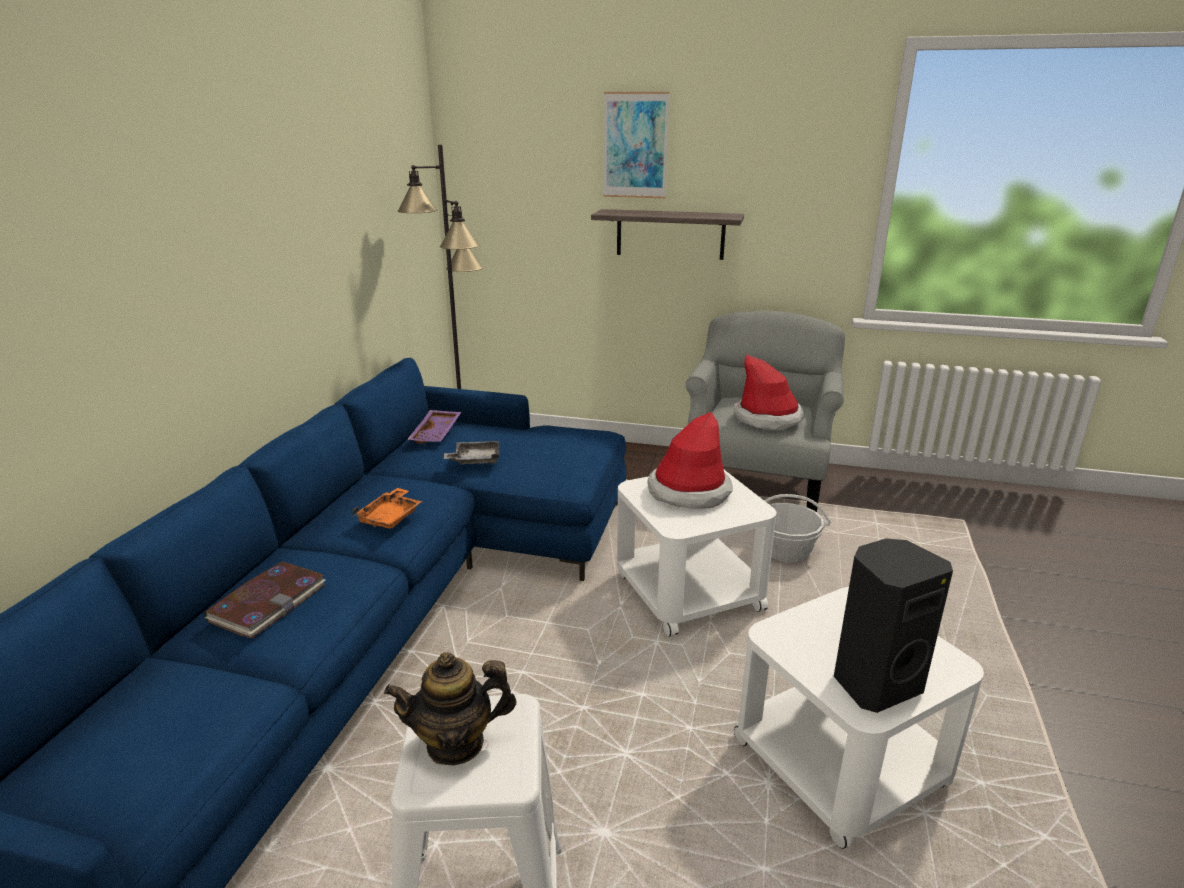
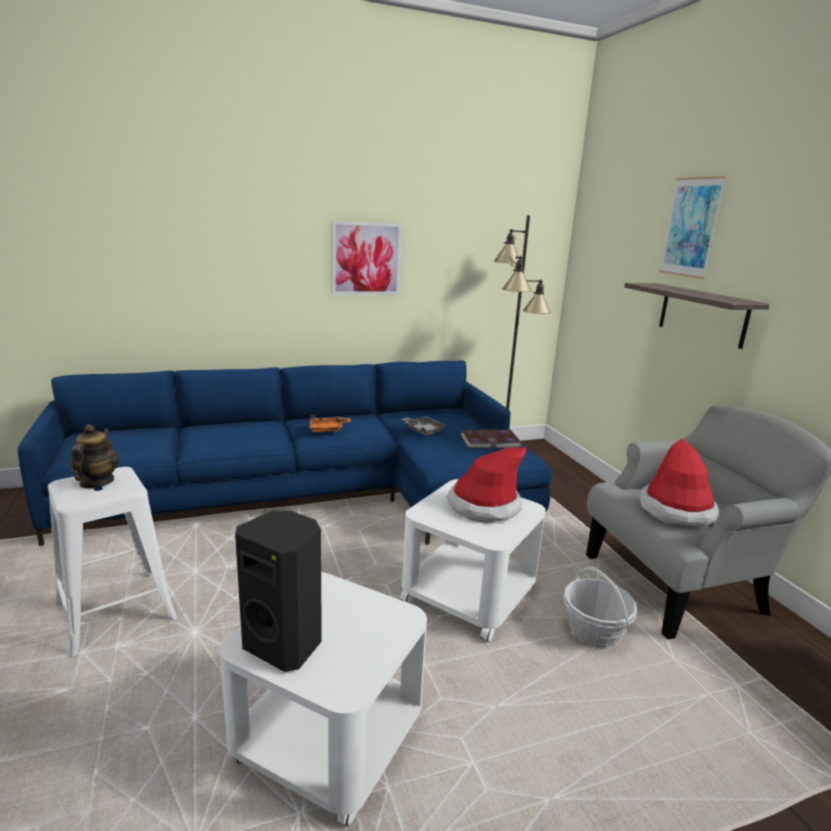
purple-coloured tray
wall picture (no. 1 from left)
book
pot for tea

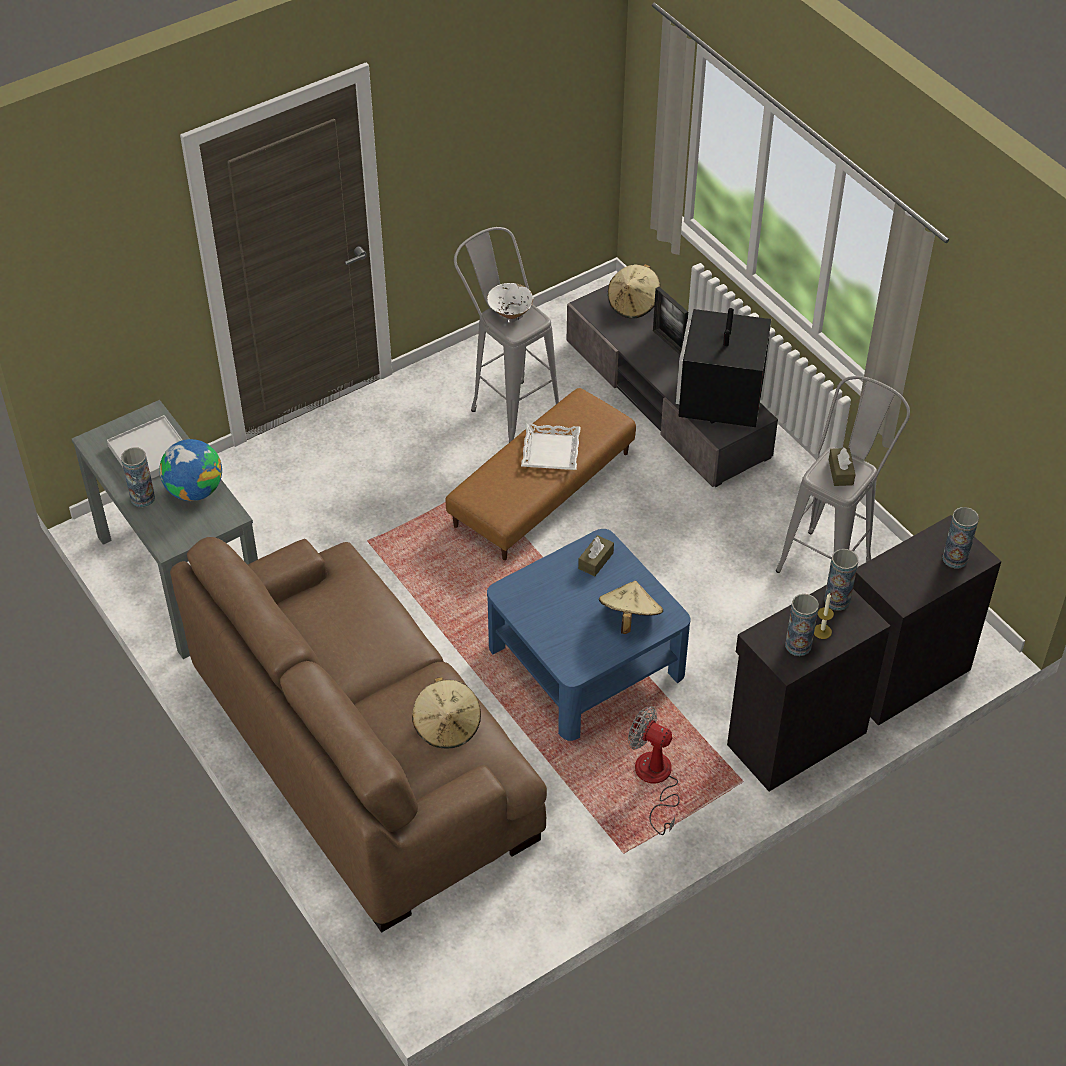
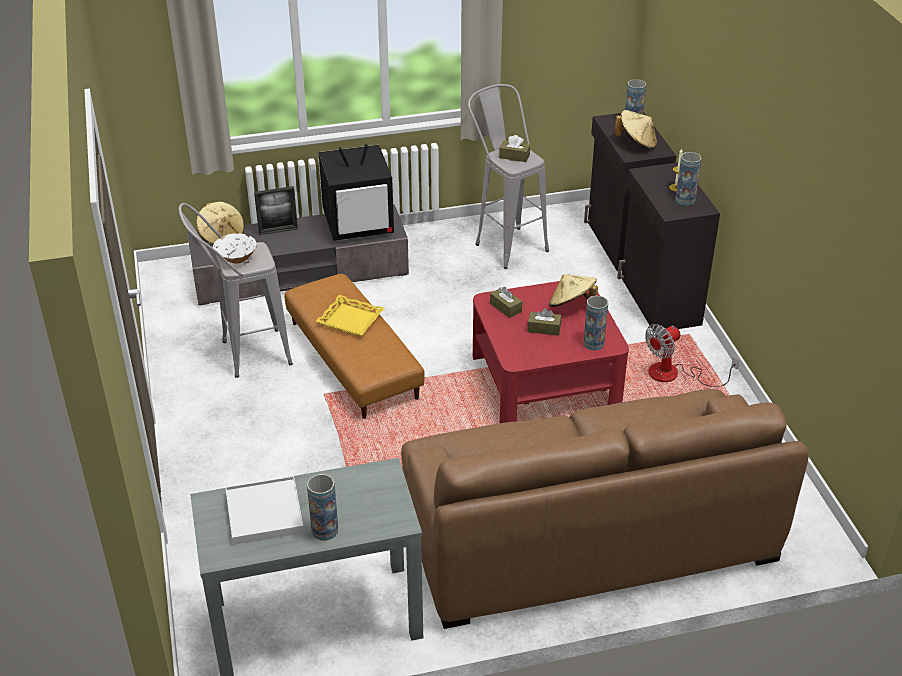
world globe
brown-coloured tissue box (no. 3 from left)
beige-coloured hat (no. 3 from left)
decorative vase (no. 2 from left)
reddish coffee table
yellow tray
TV set

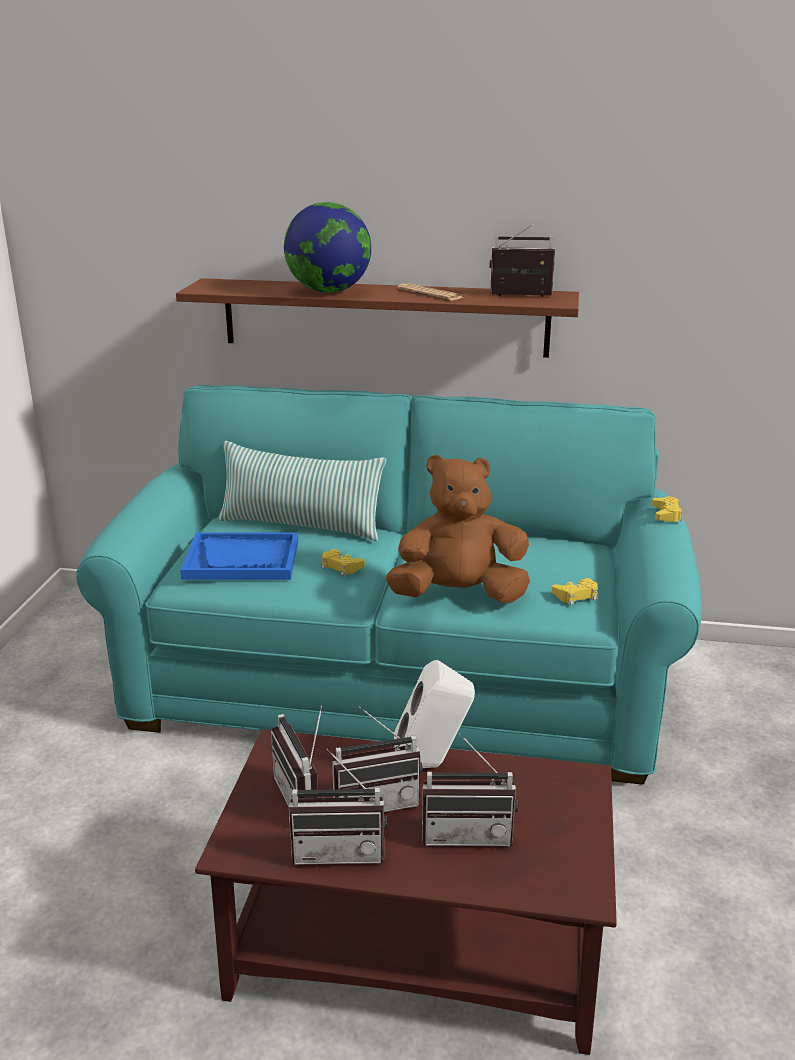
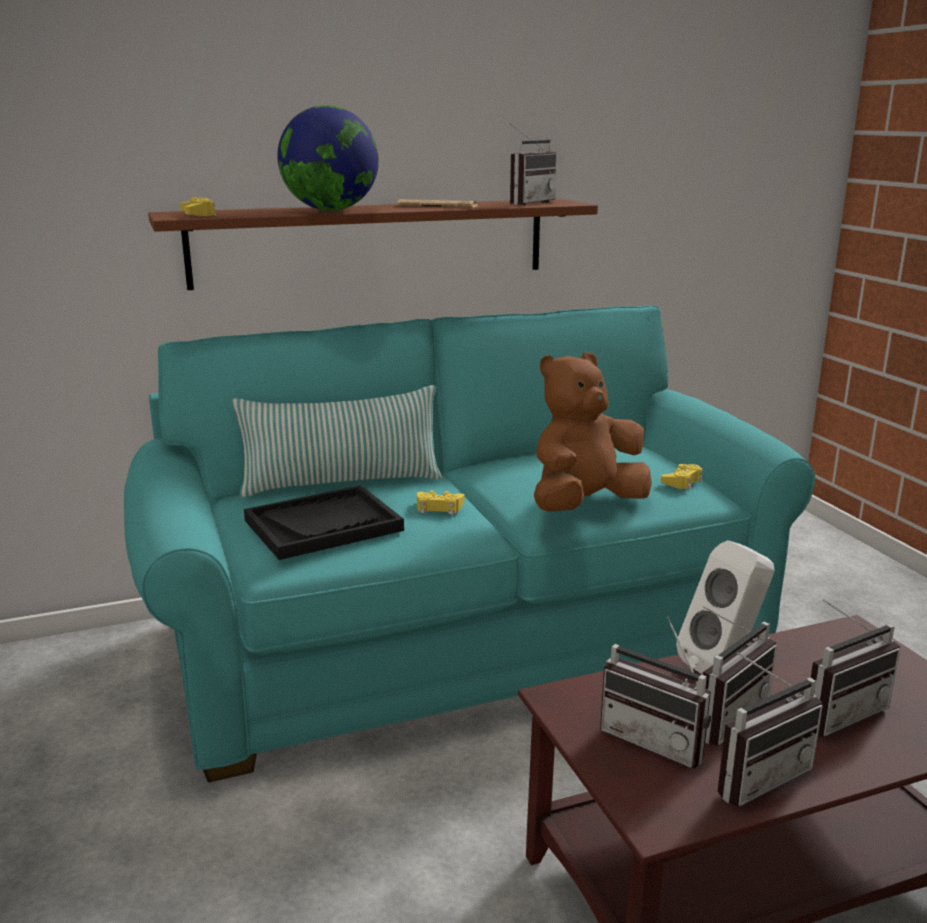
yellow joypad (no. 1 from left)
black-coloured tray
radio receiver (no. 1 from left)

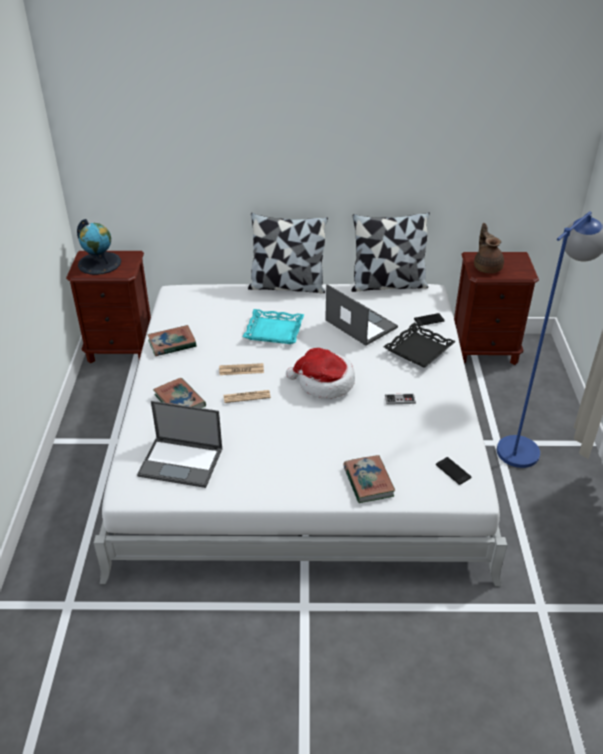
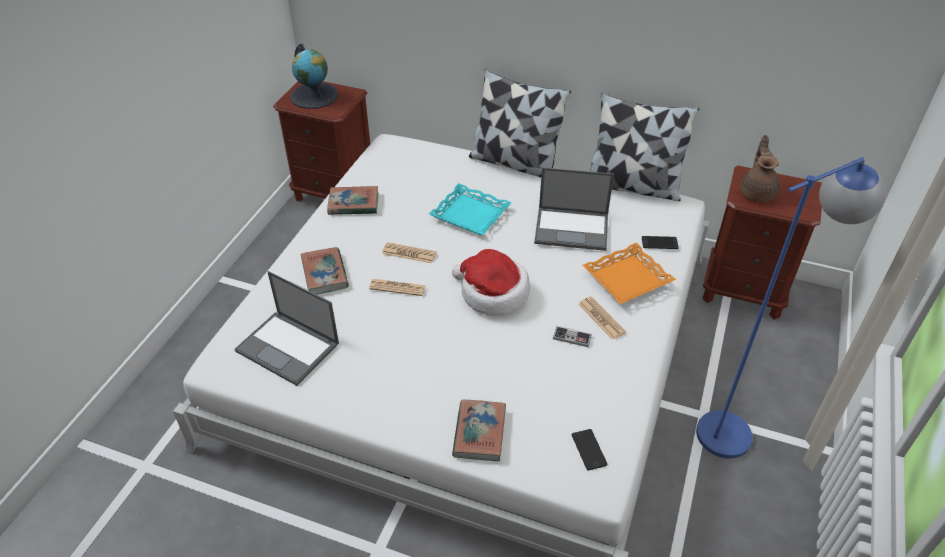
newspaper (no. 3 from left)
orangey tray
portable computer (no. 2 from left)

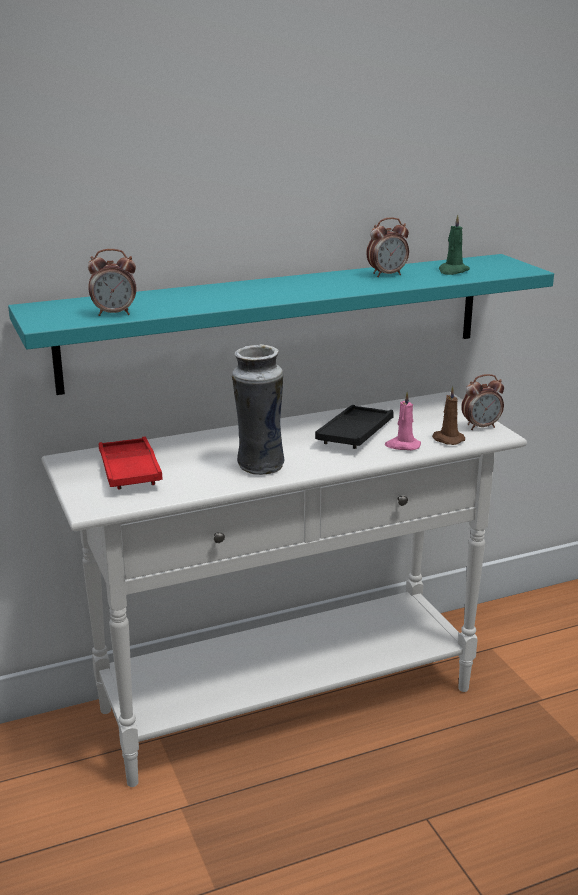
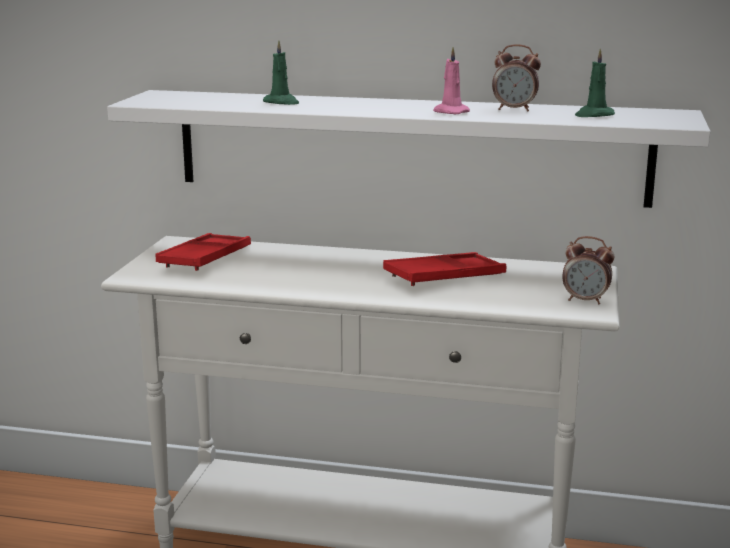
table clock (no. 1 from left in the first image)
decorative vase
brown-coloured wax light
green wax light (no. 1 from left)
pink wax light
white bracket shelf
reddish tray (no. 2 from left)

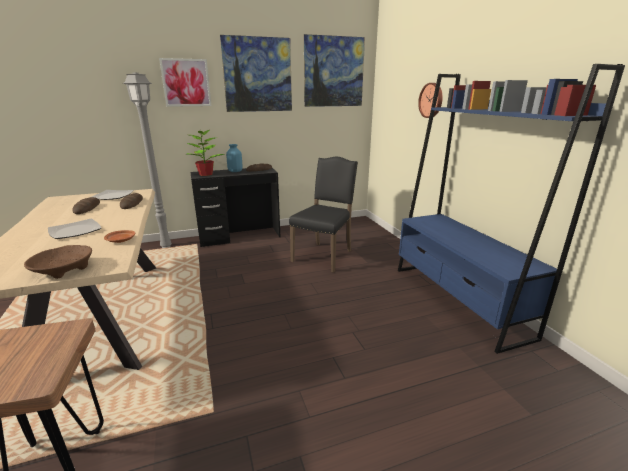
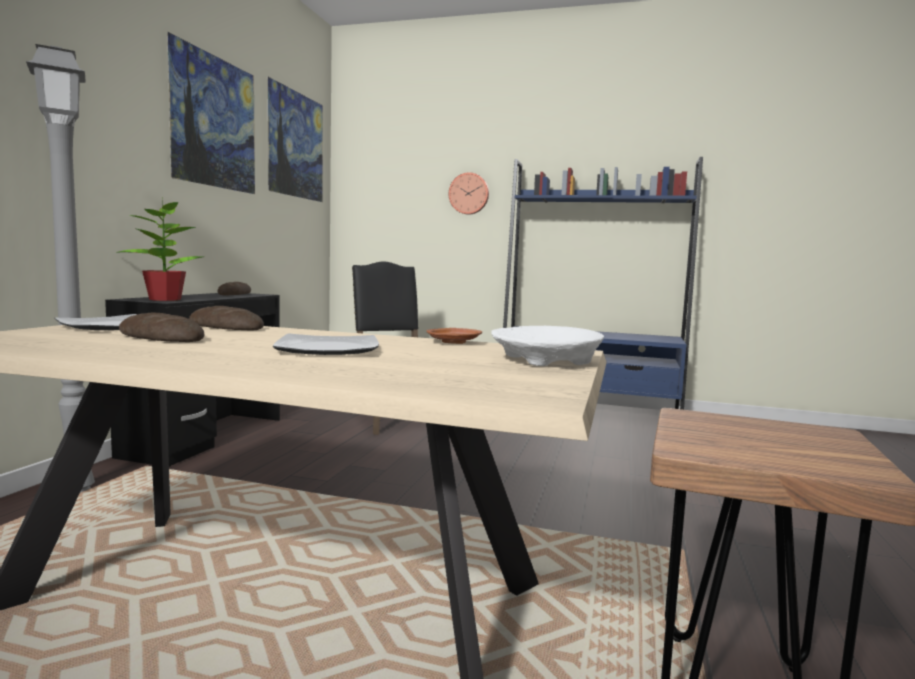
wall picture (no. 1 from left in the first image)
blue-coloured decorative vase
white bowl

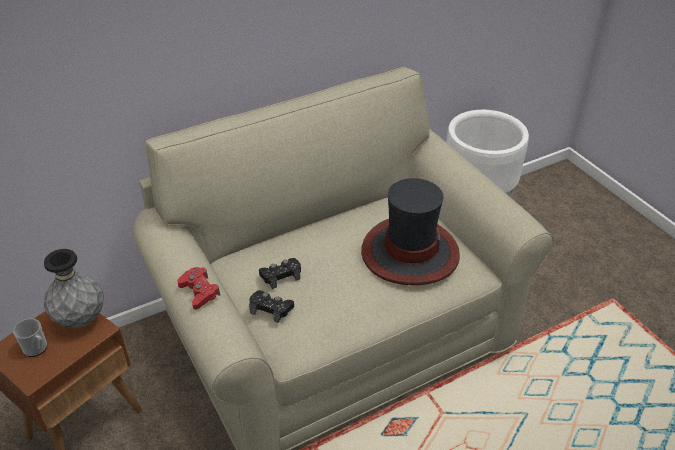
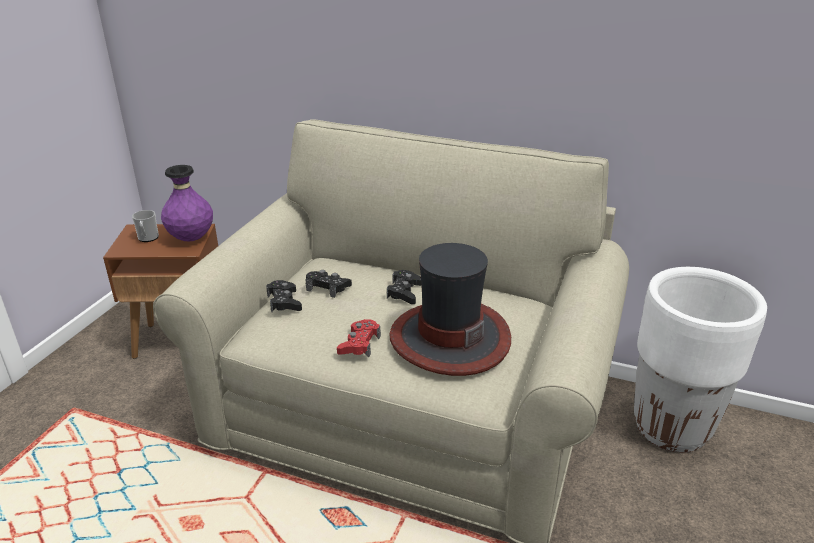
black-coloured joypad (no. 3 from left)
reddish joypad
purple-coloured decorative vase

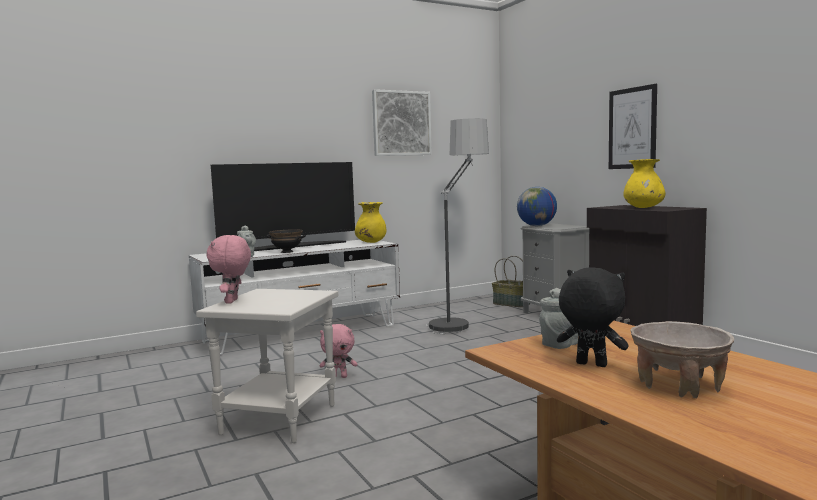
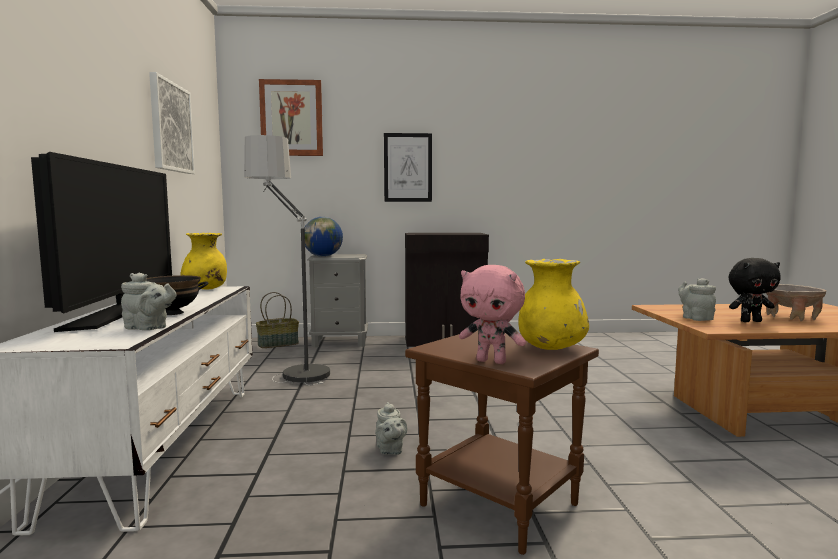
wall picture (no. 2 from left)
yellow decorative vase (no. 2 from left)
grey pot for tea (no. 2 from left)
brown-coloured side table
black-coloured cuddly toy

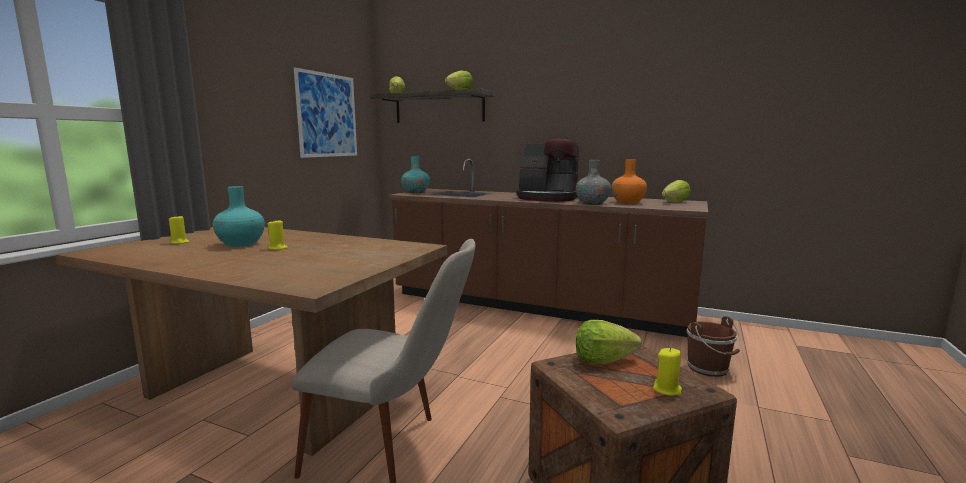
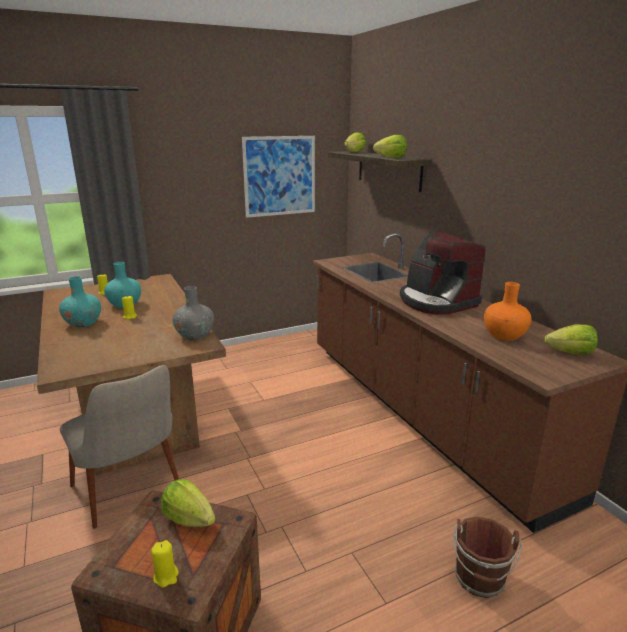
turquoise-coloured decorative vase (no. 1 from left)
grey decorative vase

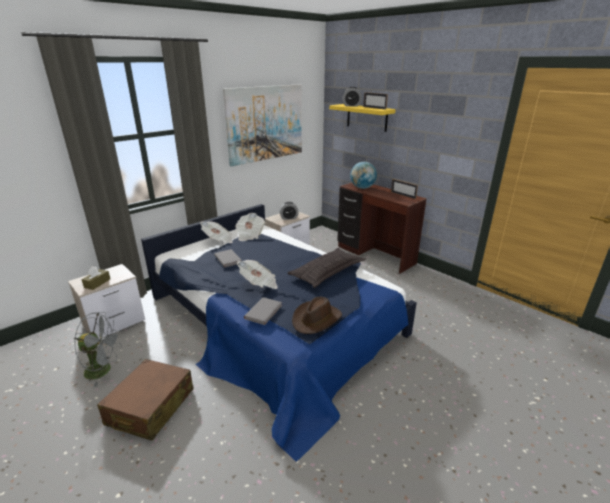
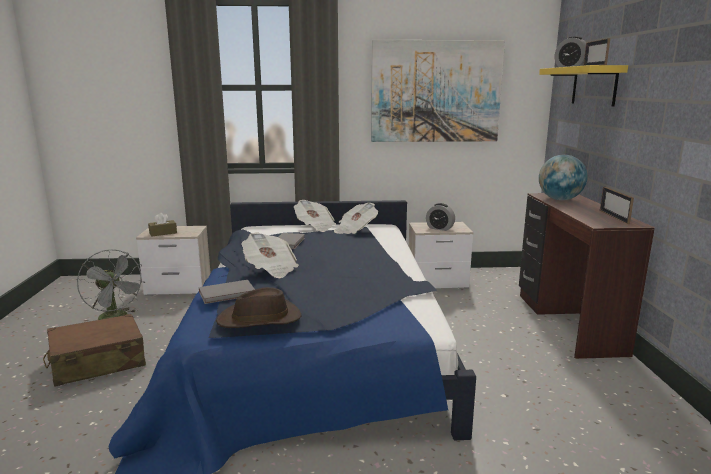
throw pillow

